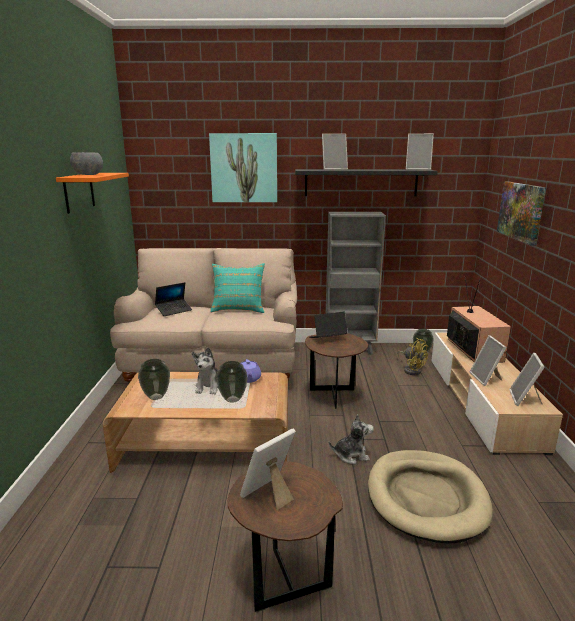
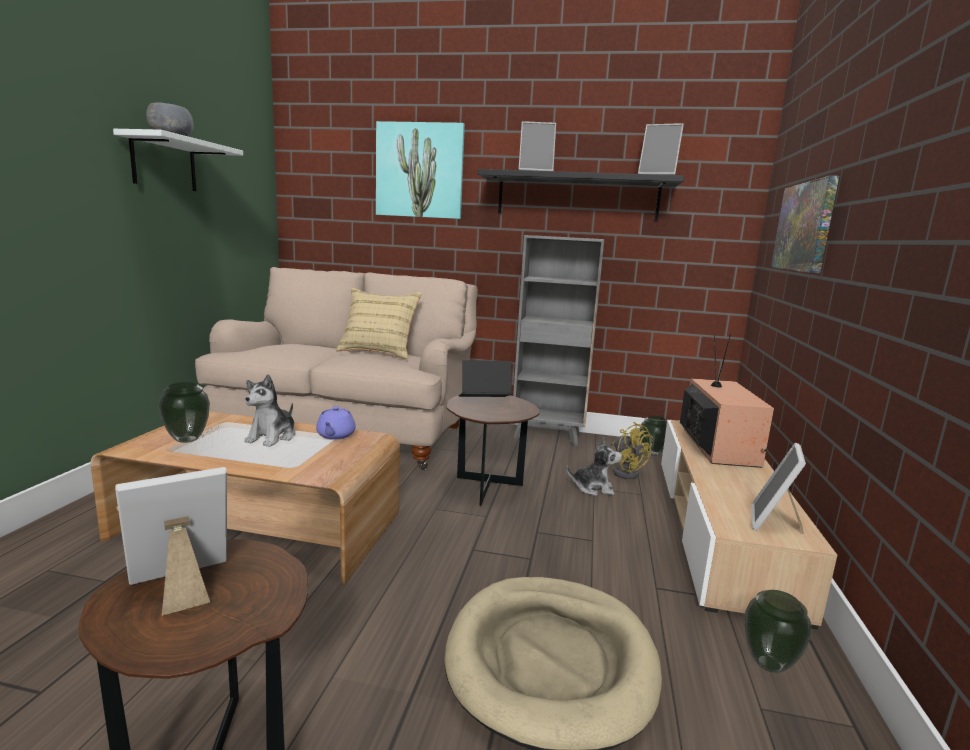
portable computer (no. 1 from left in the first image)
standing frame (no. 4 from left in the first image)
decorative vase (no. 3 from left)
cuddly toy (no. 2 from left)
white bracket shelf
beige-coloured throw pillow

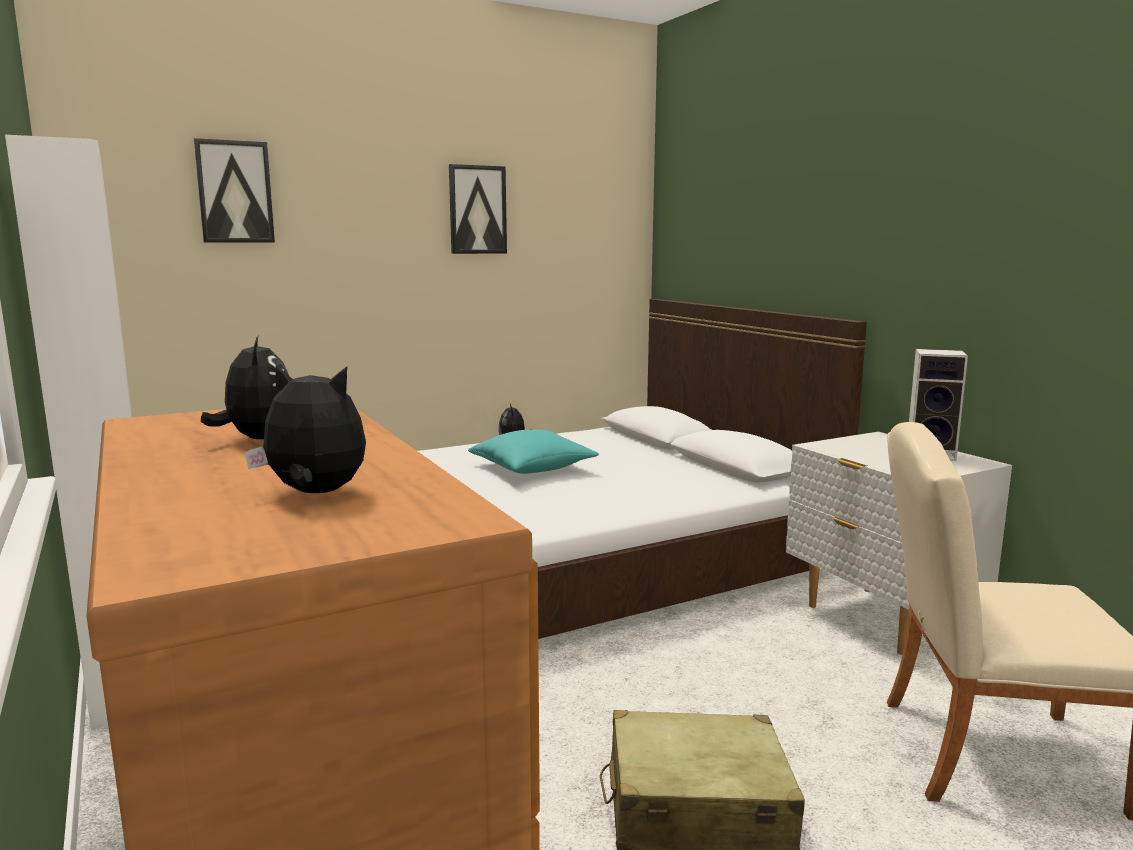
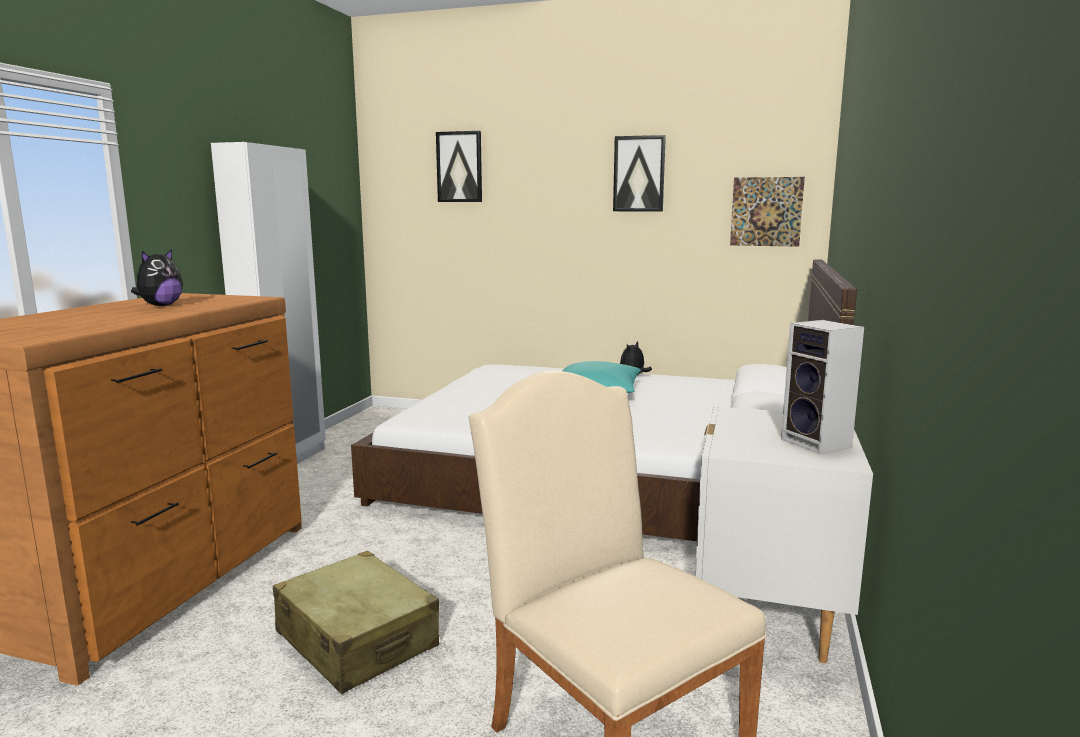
cuddly toy (no. 2 from left in the first image)
wall picture (no. 3 from left)

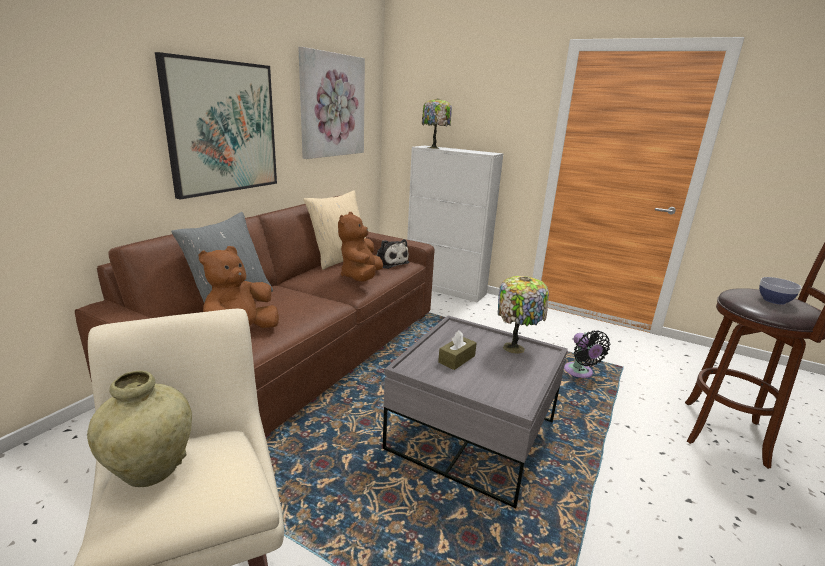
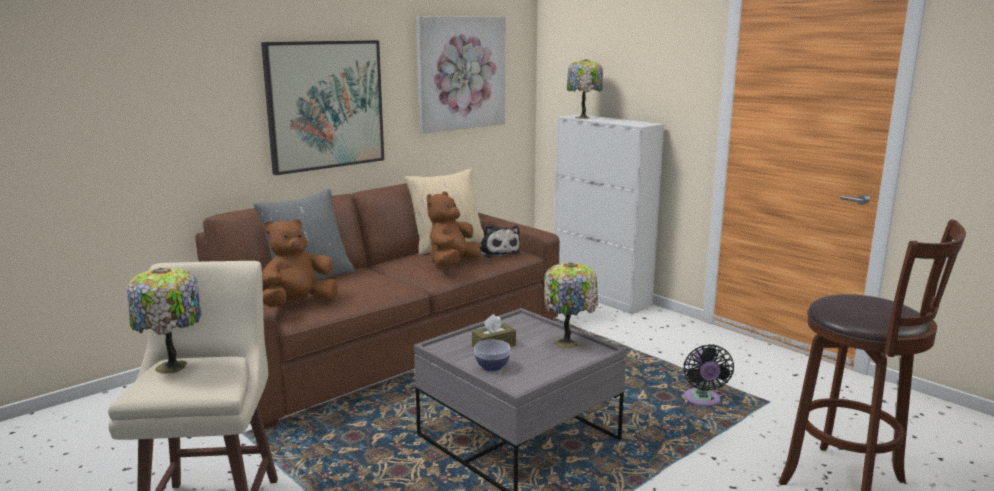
bowl
table lamp (no. 1 from left)

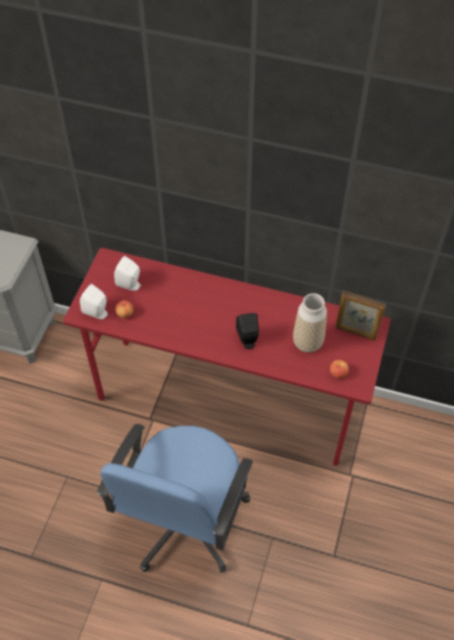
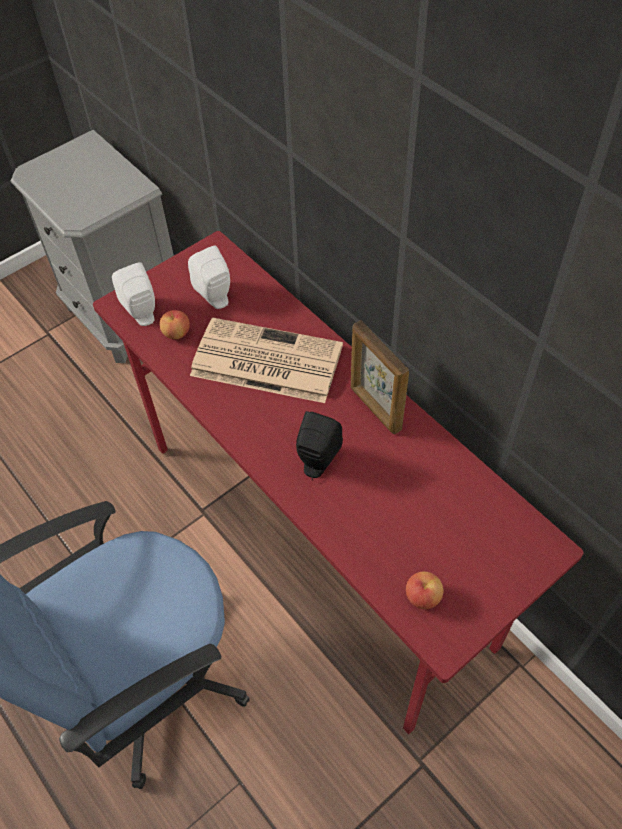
decorative vase
newspaper
standing frame

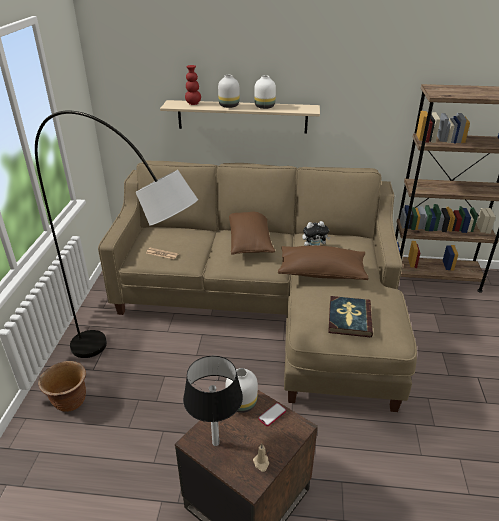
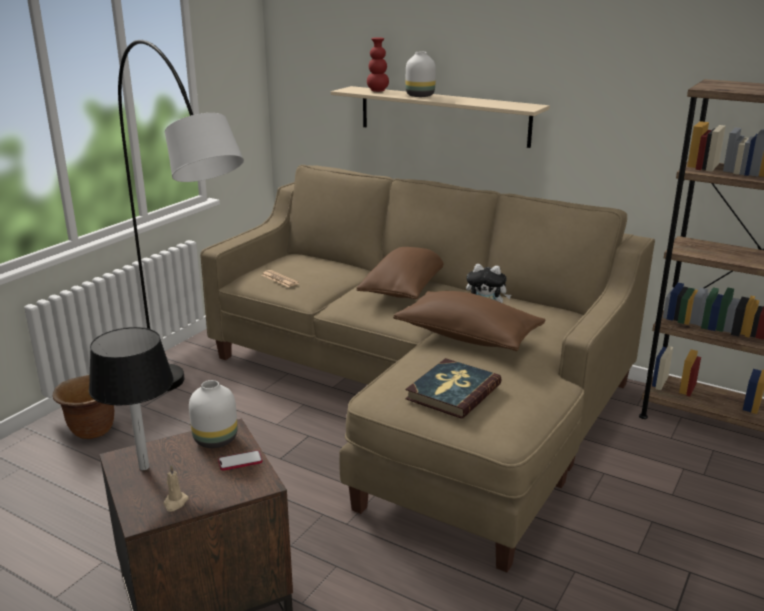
white decorative vase (no. 3 from left in the first image)

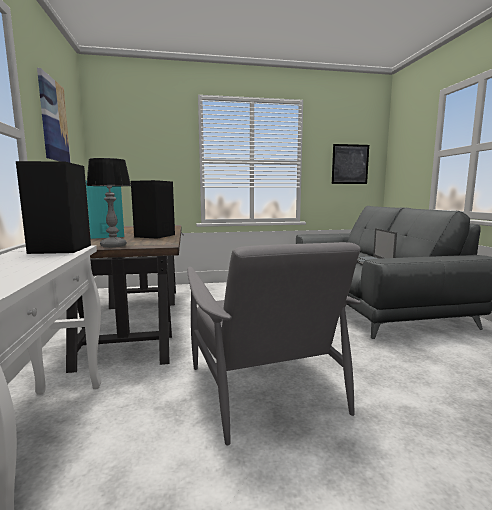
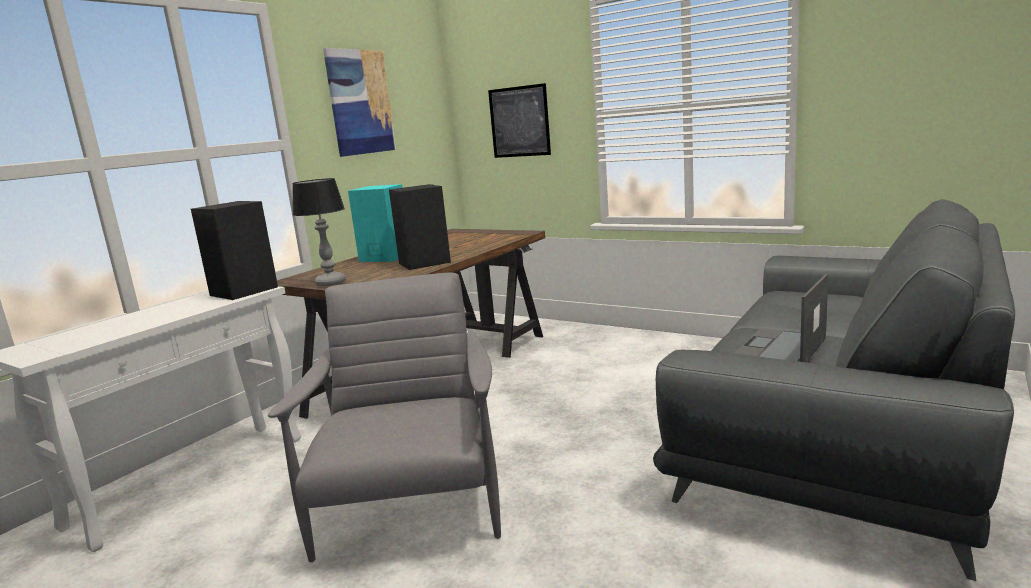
wall picture (no. 2 from left)
grey lounge chair

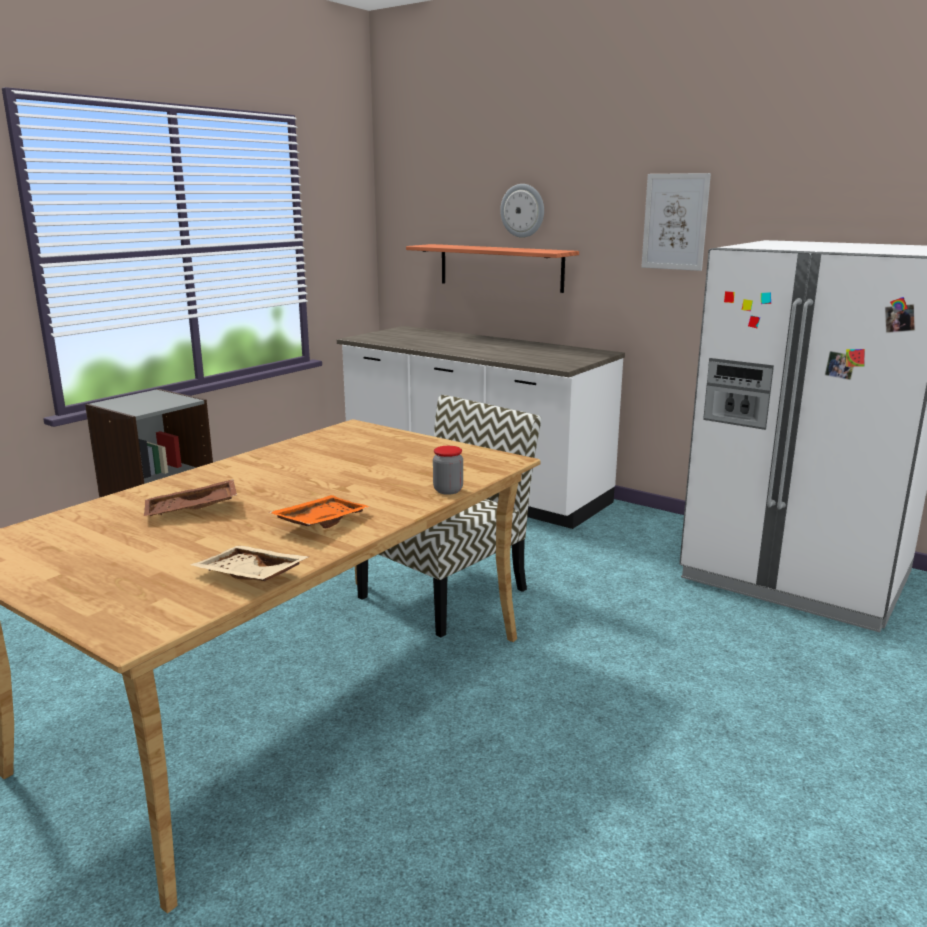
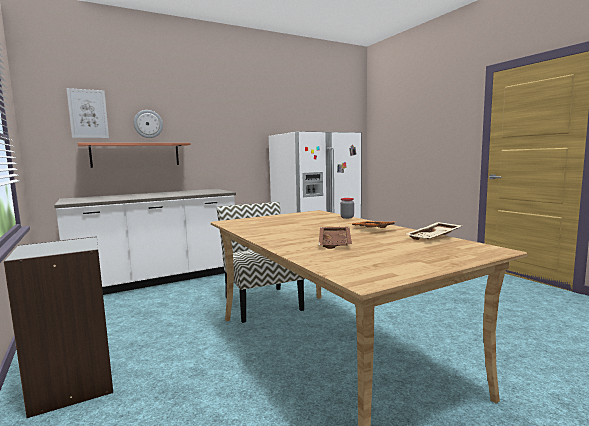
wall picture

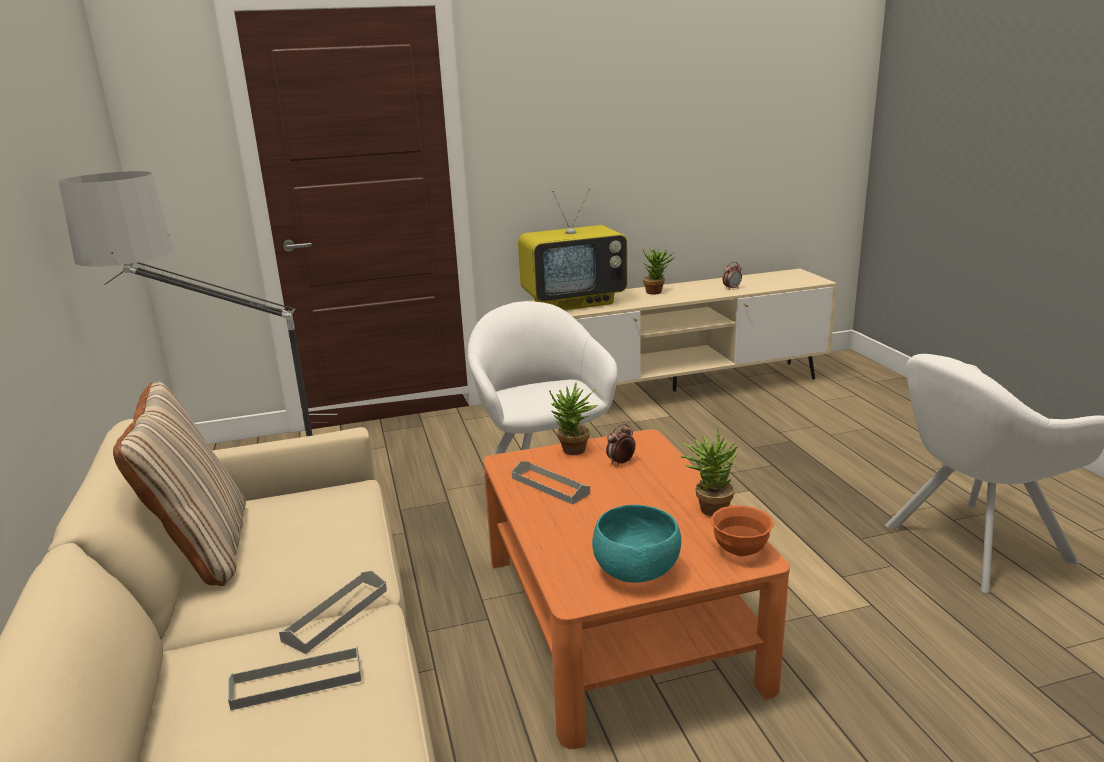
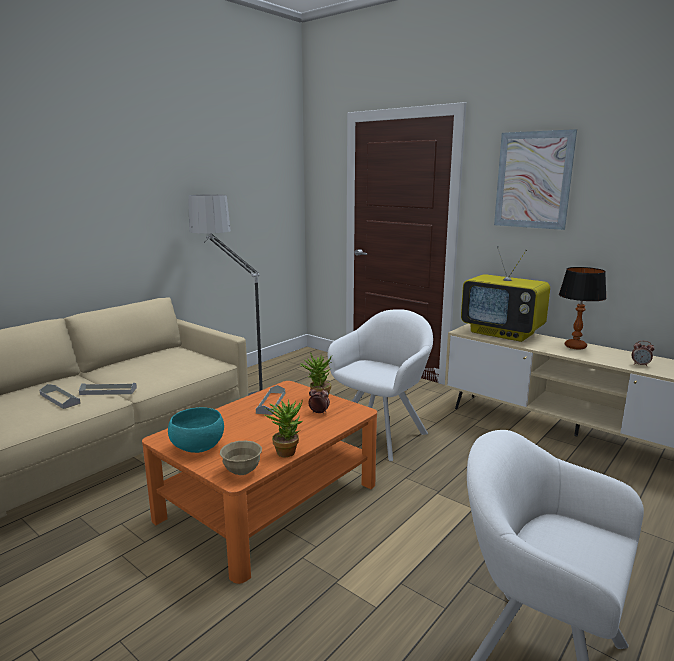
beige-coloured throw pillow
wall picture
table lamp
beige-coloured bowl

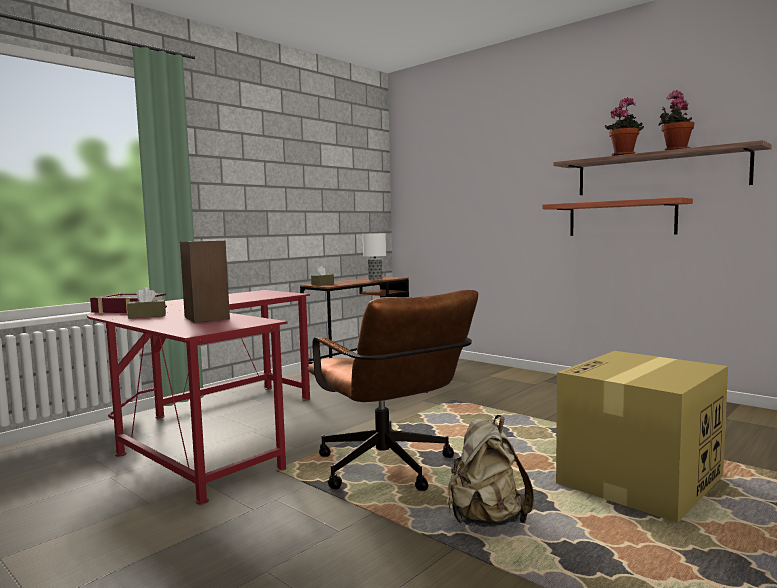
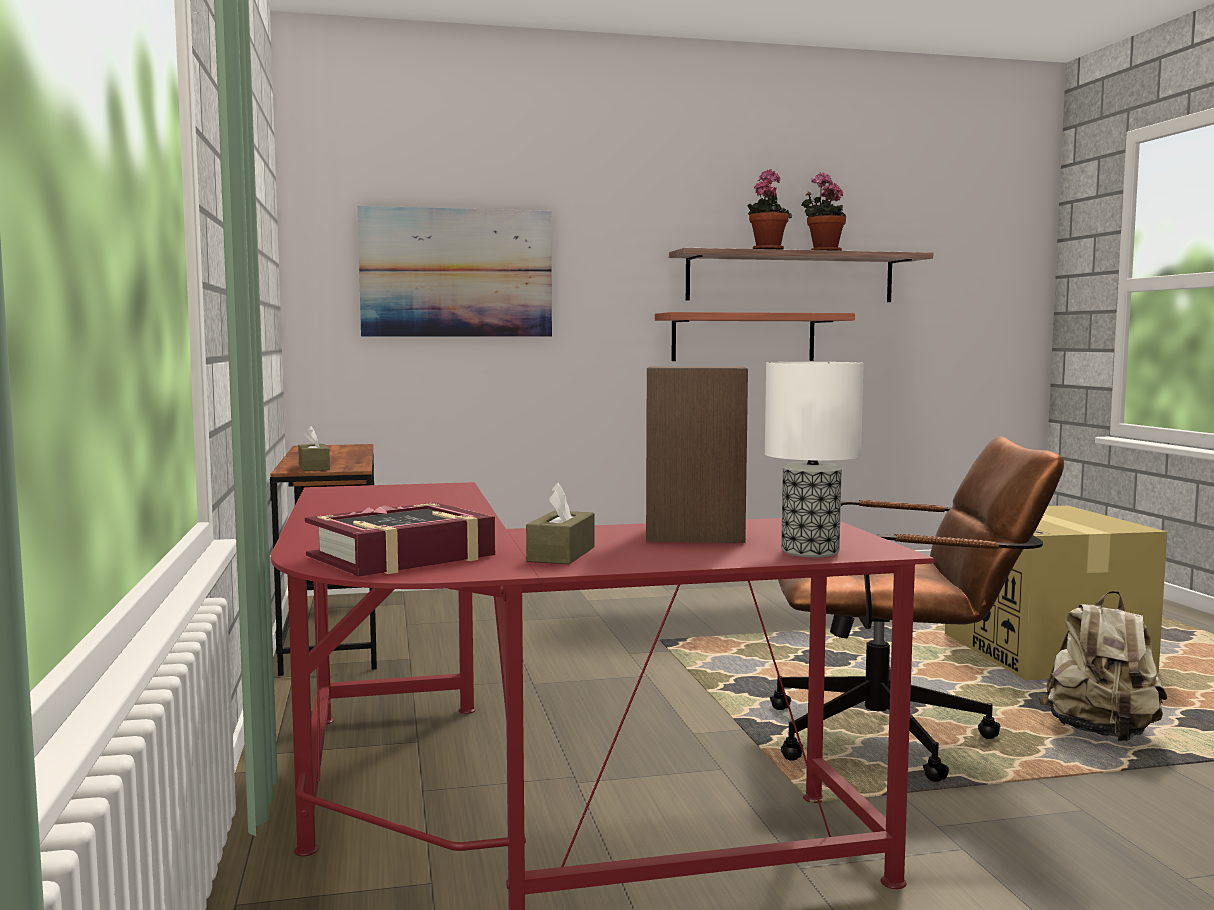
wall picture
table lamp

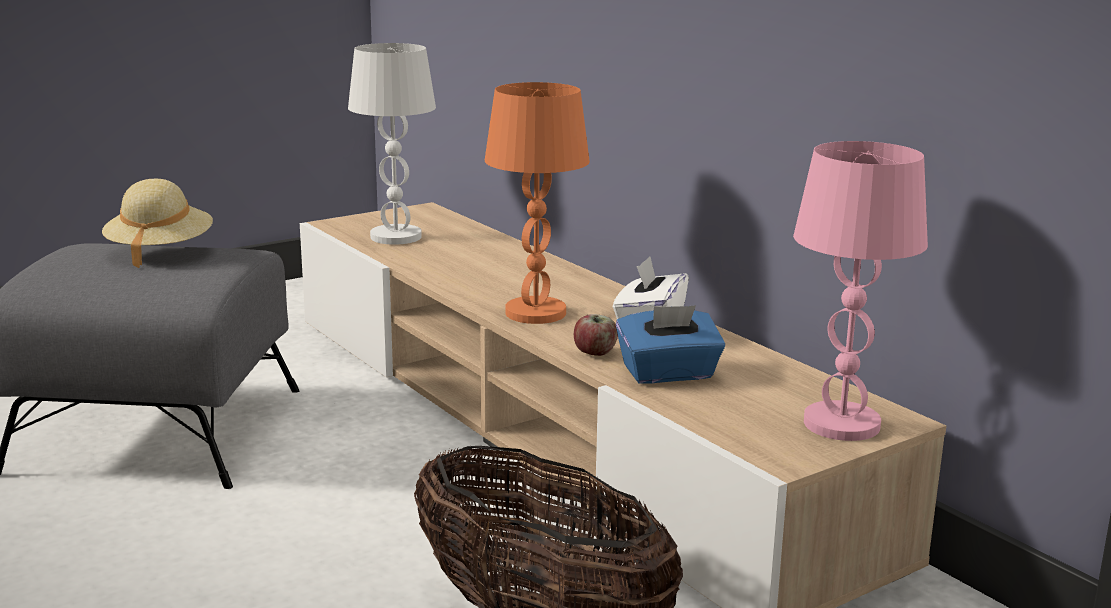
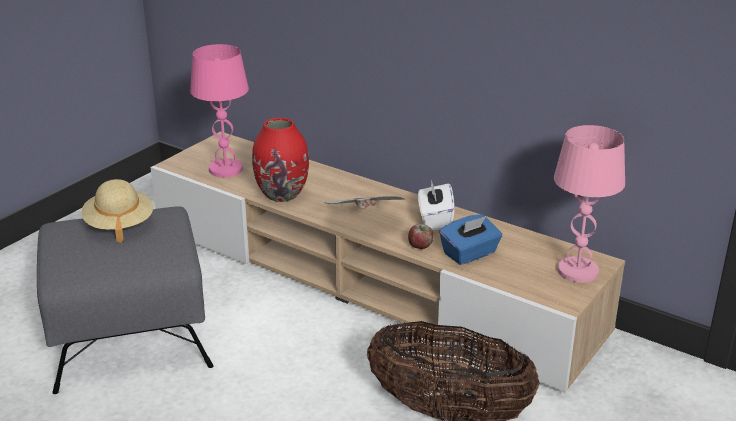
reddish decorative vase
newspaper
pink table lamp (no. 1 from left)

